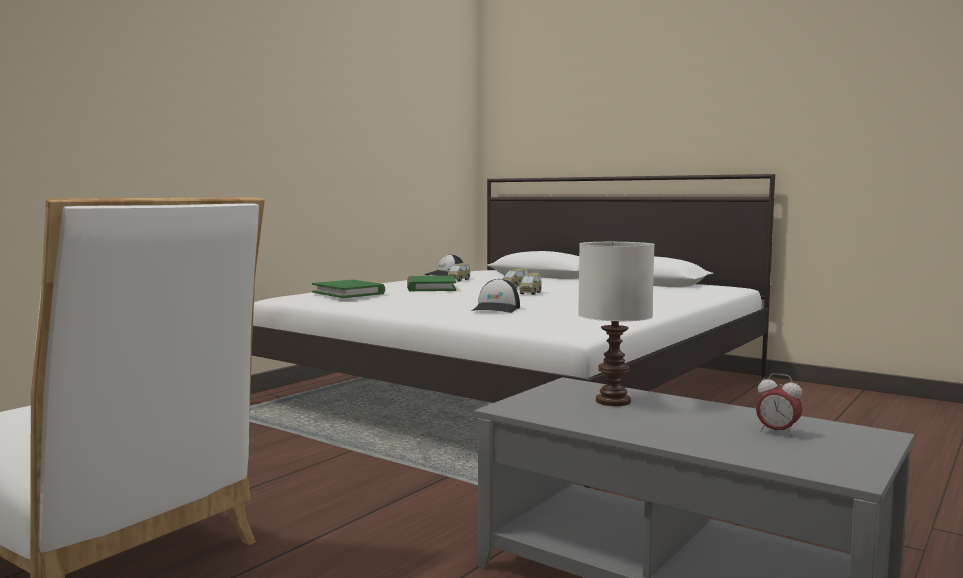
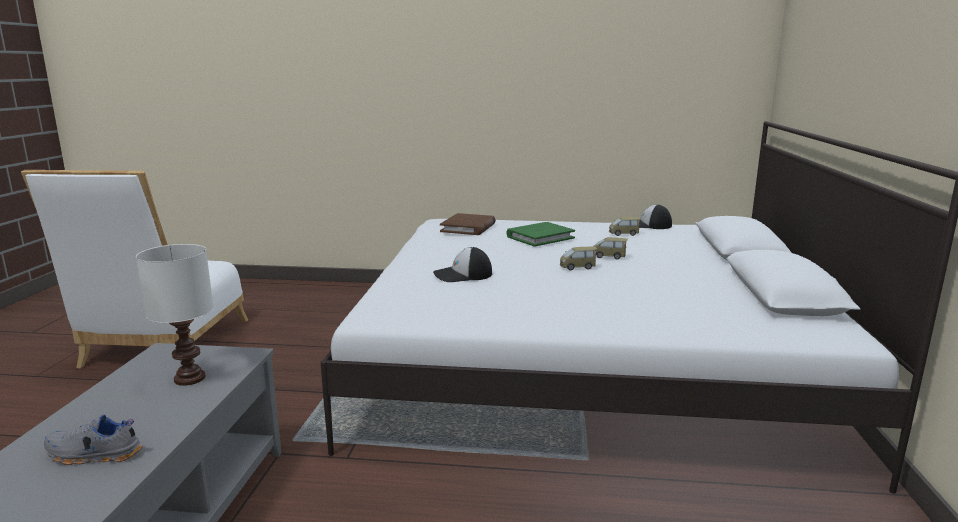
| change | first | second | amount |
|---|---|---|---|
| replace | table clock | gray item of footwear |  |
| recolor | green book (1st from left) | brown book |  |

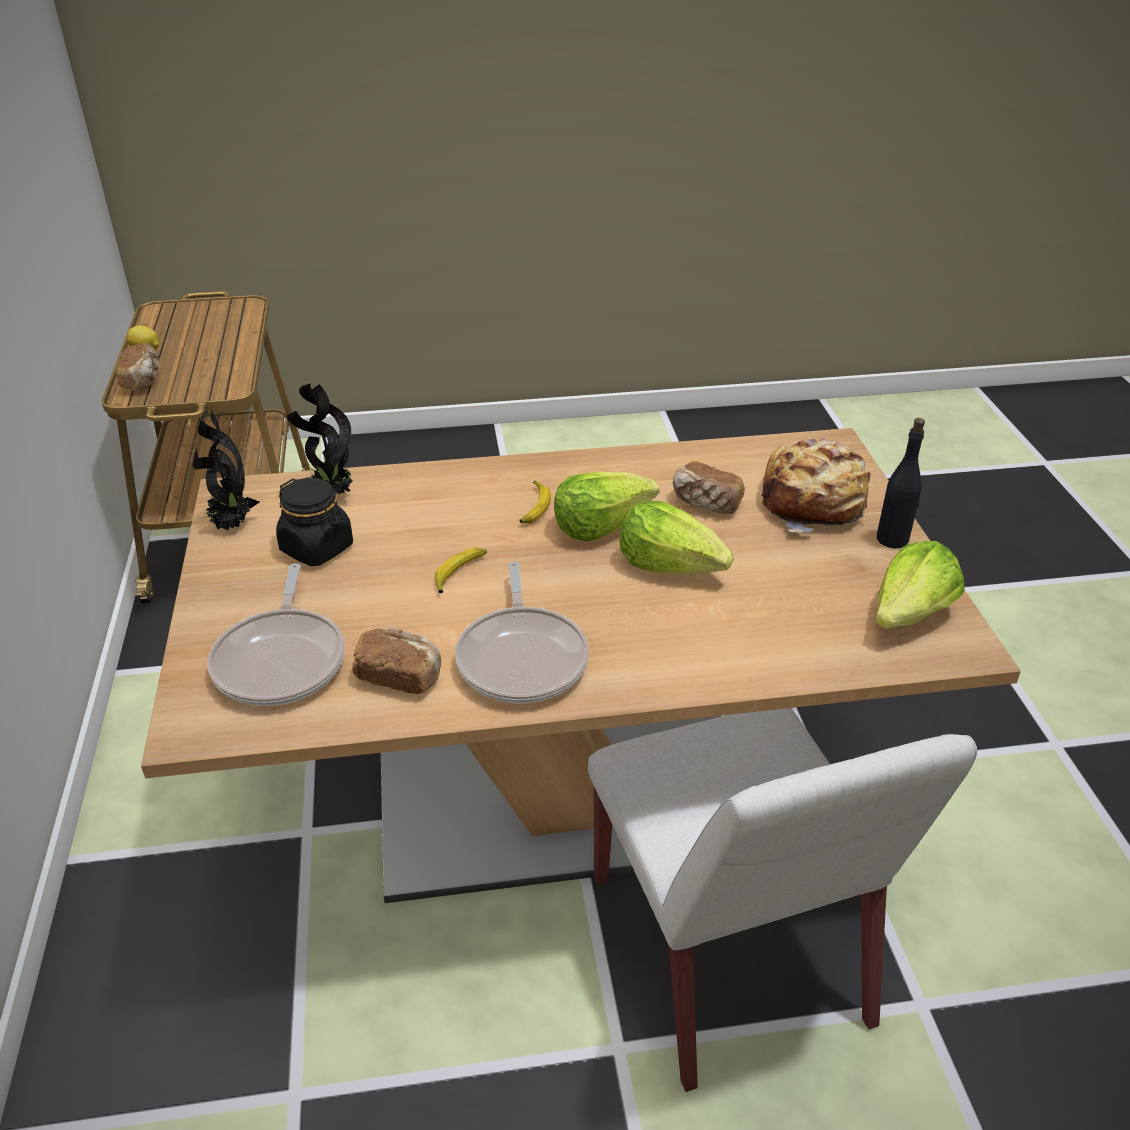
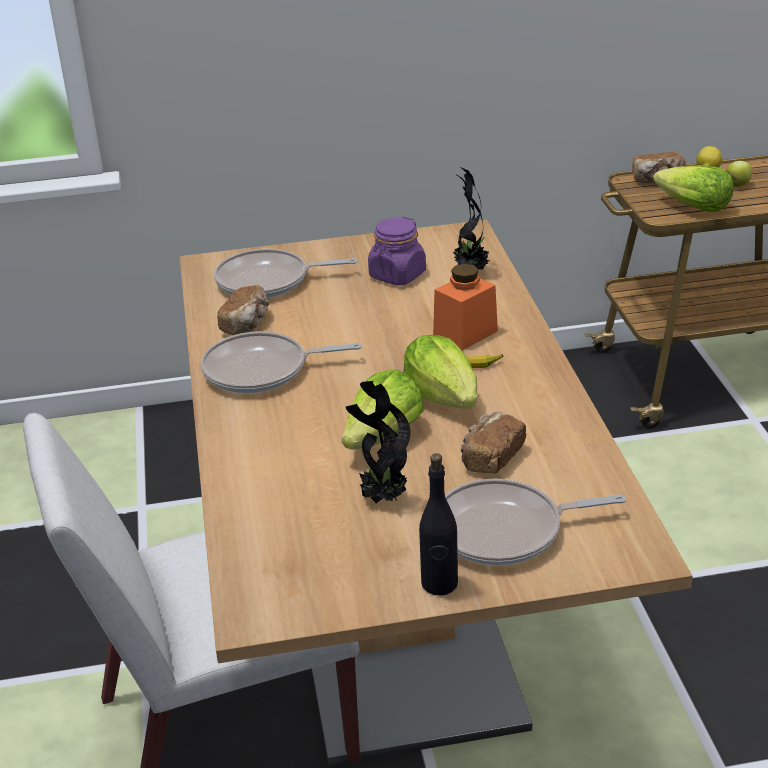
| change | first | second | amount |
|---|---|---|---|
| delete | whole banana (1st from left) |  |  |
| insert |  | orange-coloured storage jar |  |
| insert |  | apple |  |
| move | potted plant (1st from left) |  |  |
| move | lettuce head (3rd from left) |  |  |
| replace | baked bread (4th from left) | pan (3rd from left) |  |
| recolor | black storage jar | purple storage jar |  |

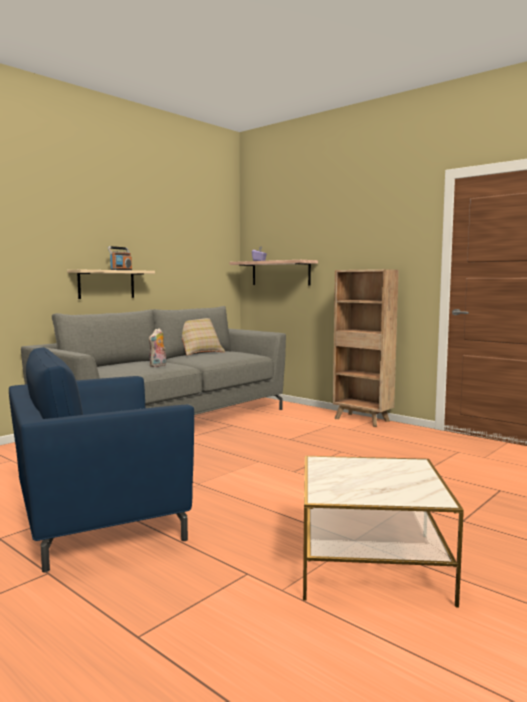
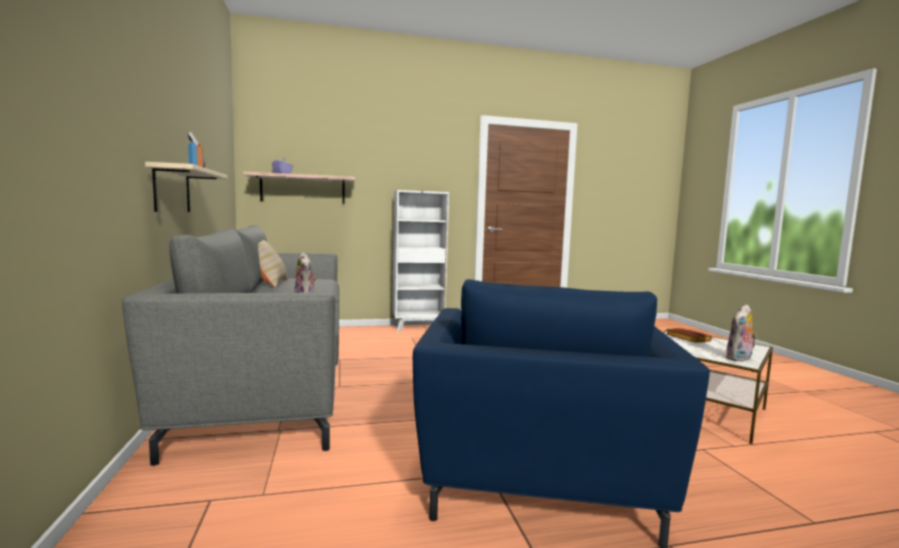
| change | first | second | amount |
|---|---|---|---|
| insert |  | brown book |  |
| insert |  | plush toy (2nd from left) |  |
| recolor | brown shelving unit | white-coloured shelving unit |  |

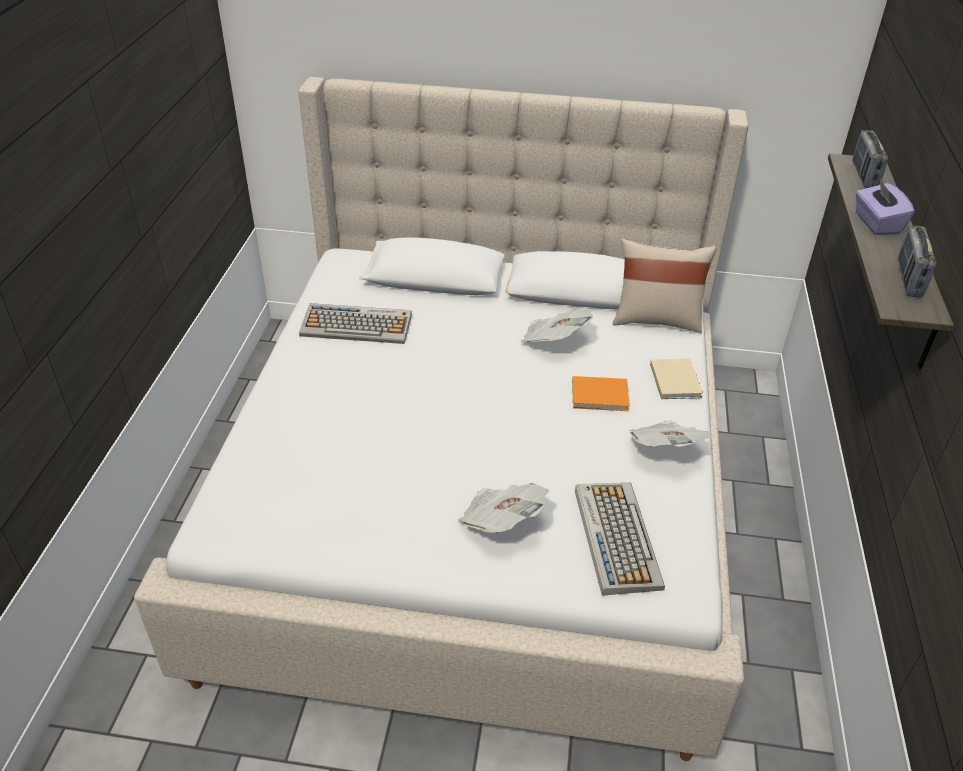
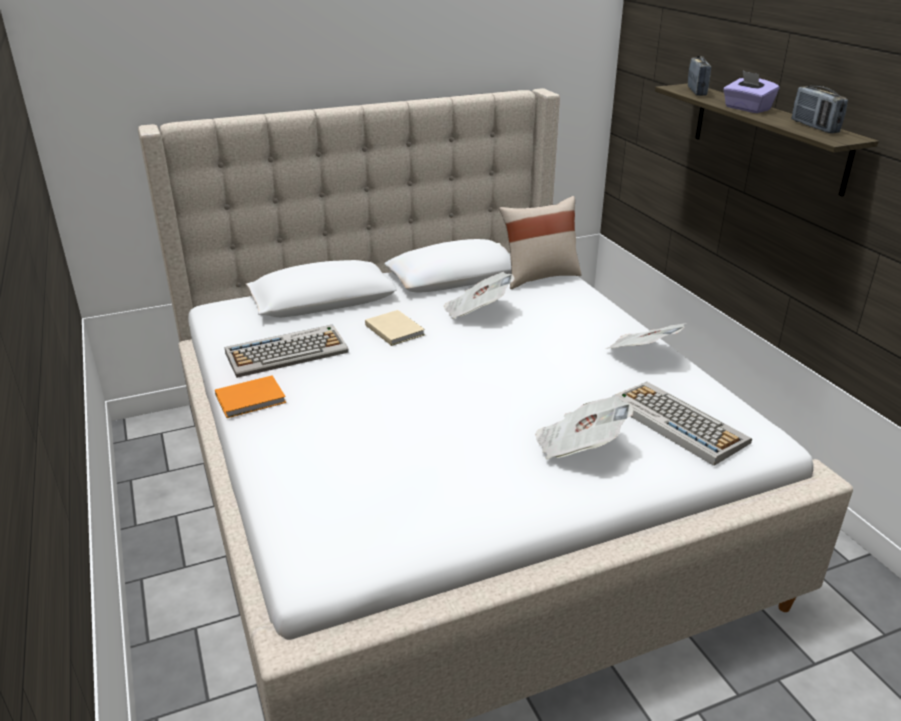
| change | first | second | amount |
|---|---|---|---|
| move | orange-coloured book |  |  |
| move | beige book |  |  |
| rotate | radio set (1st from left) |  | 150 degrees counterclockwise |

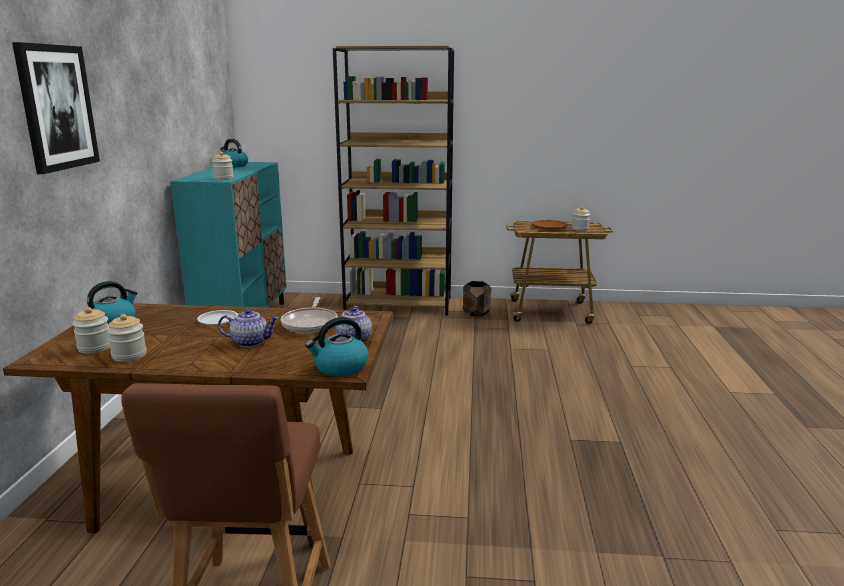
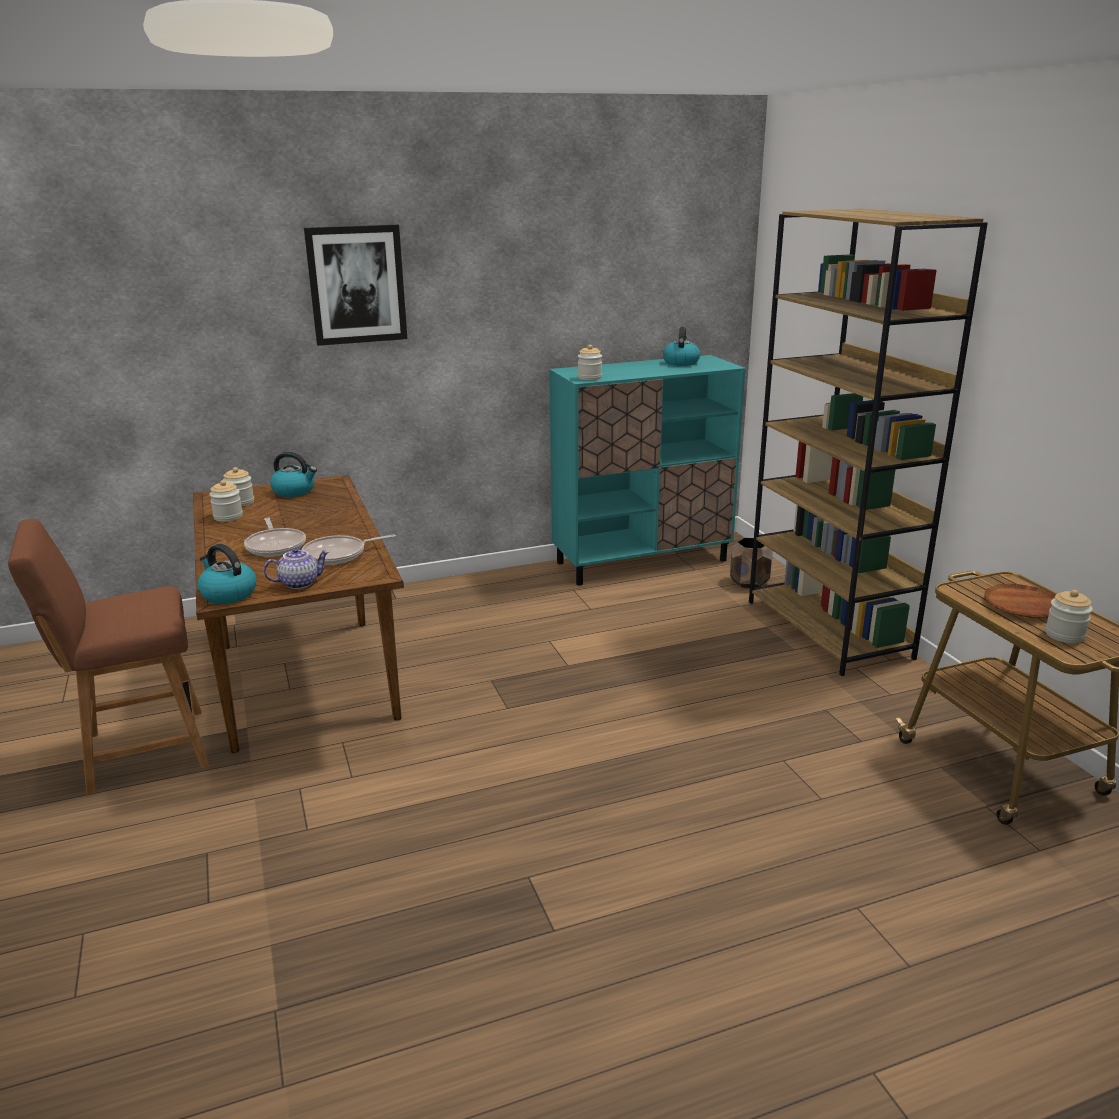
| change | first | second | amount |
|---|---|---|---|
| delete | white-coloured flat dish |  |  |
| move | brown plant pot |  |  |
| replace | pot for tea (1st from left) | pan (1st from left) |  |

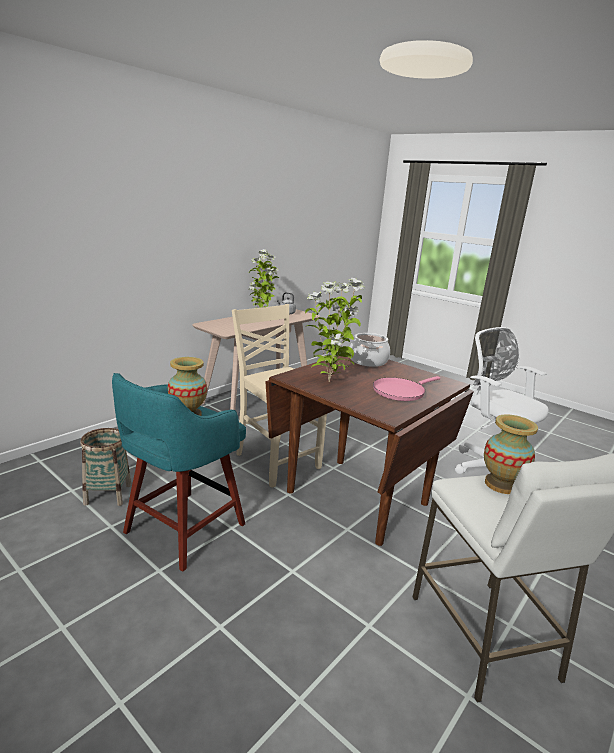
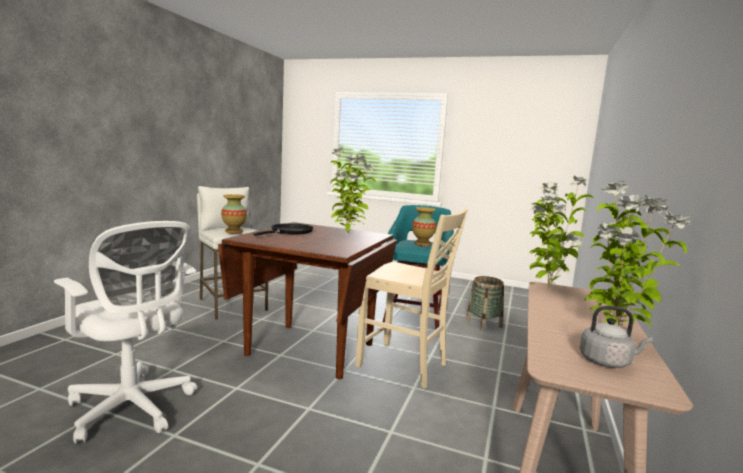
| change | first | second | amount |
|---|---|---|---|
| delete | cooking pot |  |  |
| insert |  | potted plant (2nd from left) |  |
| recolor | pink pan | black pan |  |

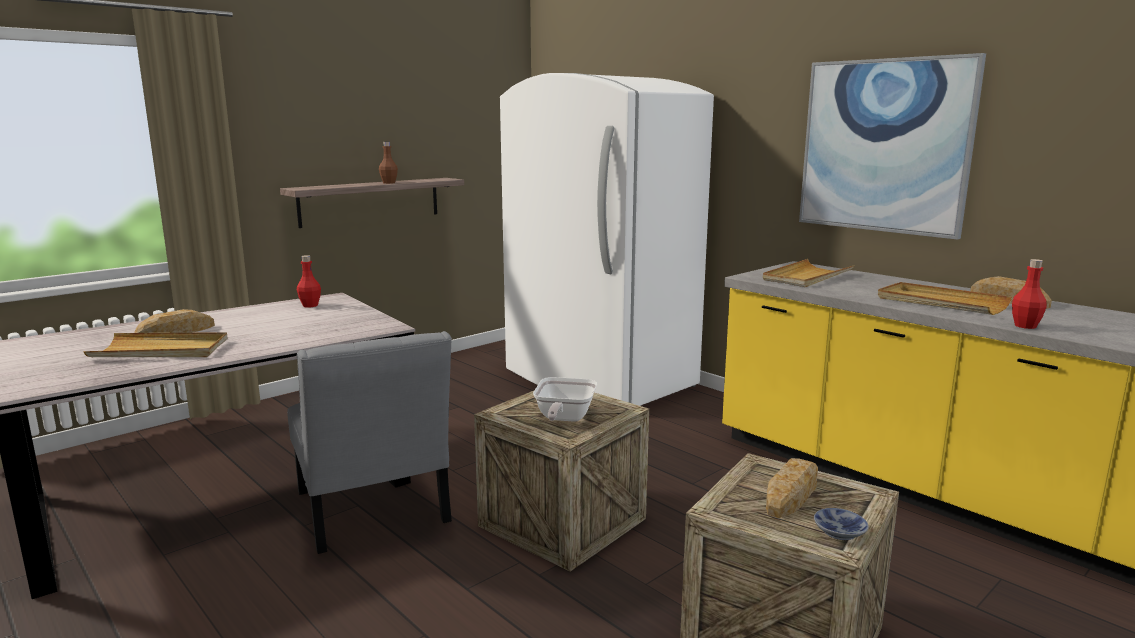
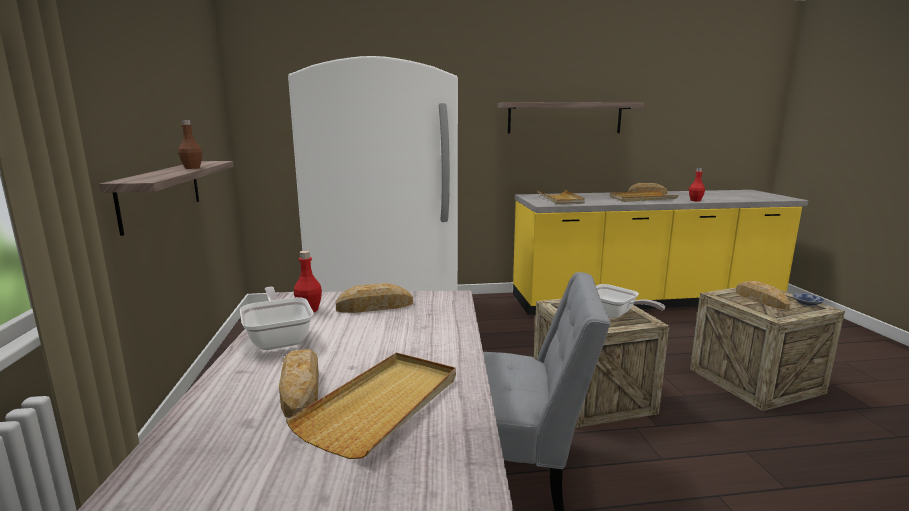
| change | first | second | amount |
|---|---|---|---|
| insert |  | pan (1st from left) |  |
| insert |  | baked bread (2nd from left) |  |
| replace | picture | bracket shelf (2nd from left) |  |

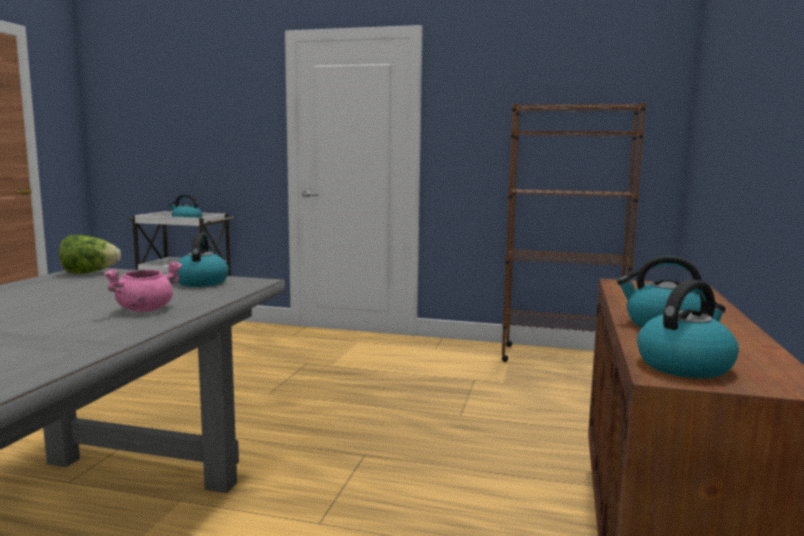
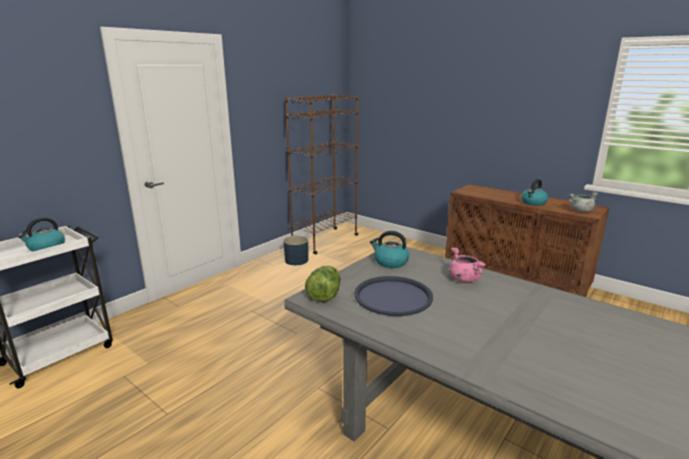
| change | first | second | amount |
|---|---|---|---|
| insert |  | blue-coloured plant pot |  |
| insert |  | blue-coloured serving tray |  |
| replace | water kettle (4th from left) | gray cooking pot |  |

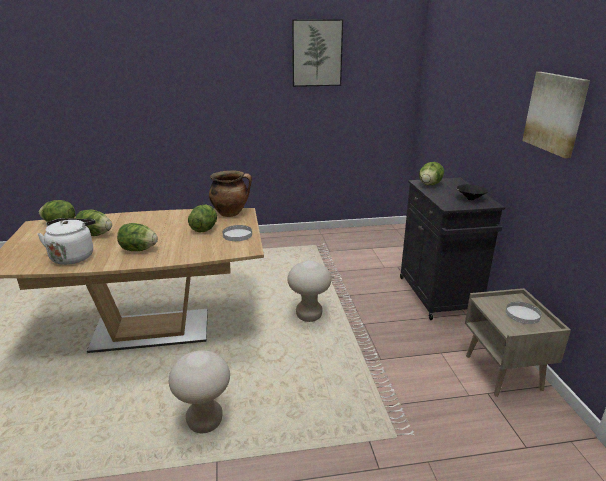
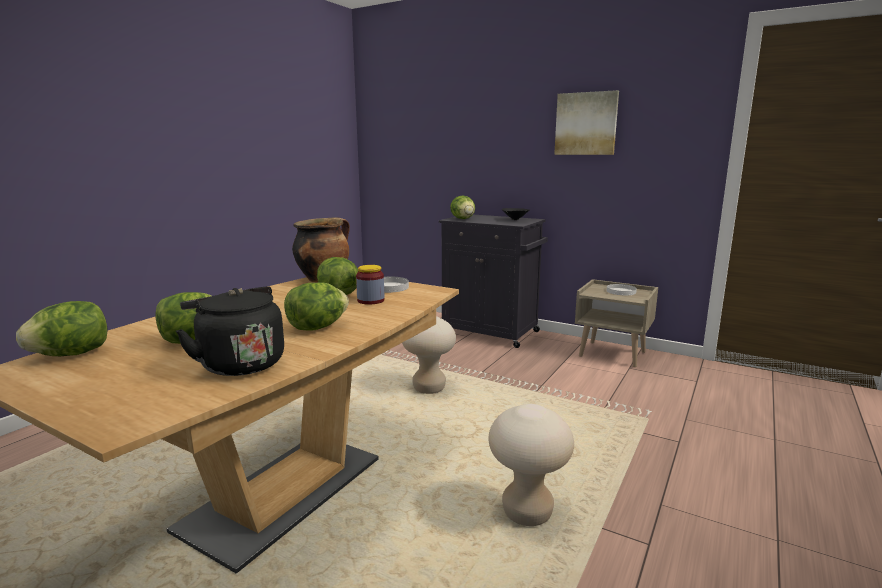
| change | first | second | amount |
|---|---|---|---|
| delete | picture (1st from left) |  |  |
| insert |  | storage jar |  |
| recolor | white-coloured water kettle | black water kettle |  |

